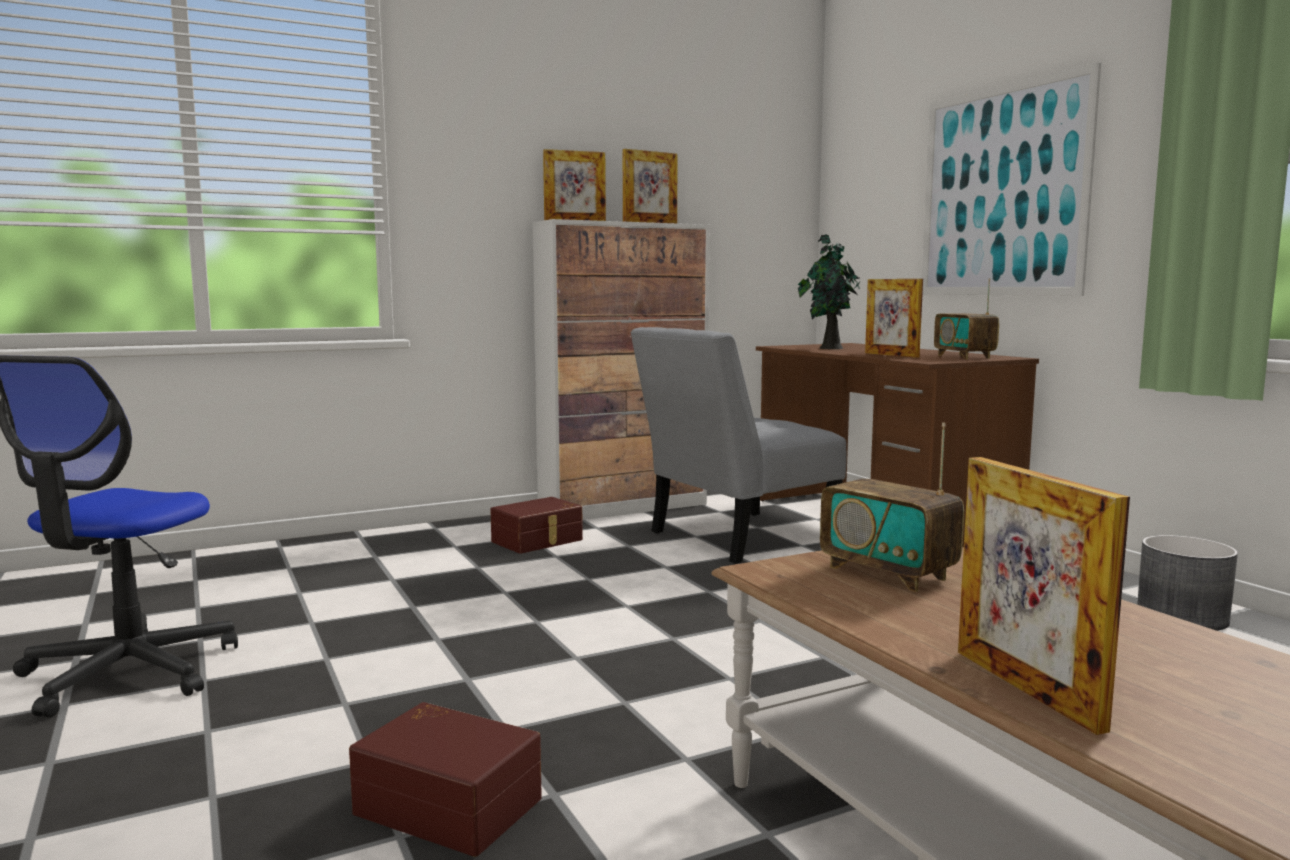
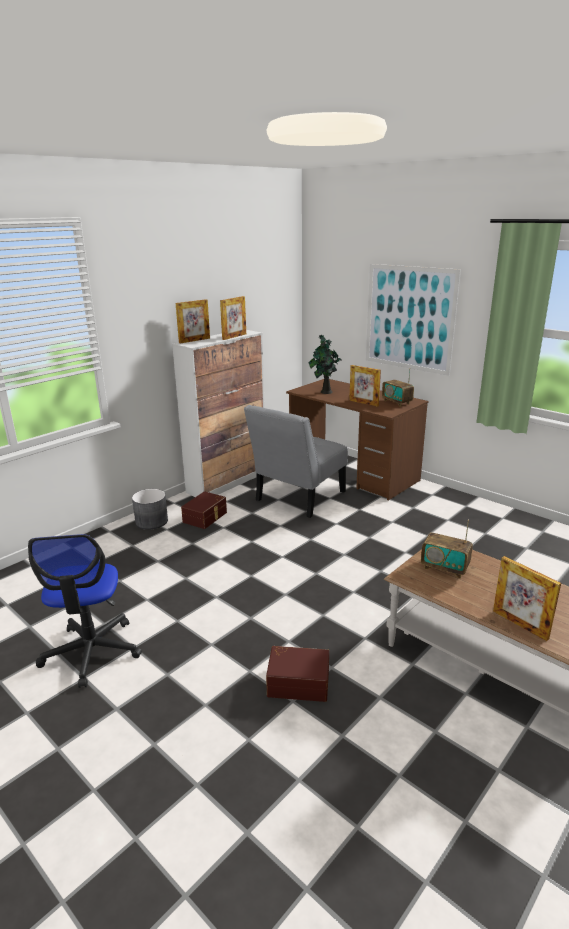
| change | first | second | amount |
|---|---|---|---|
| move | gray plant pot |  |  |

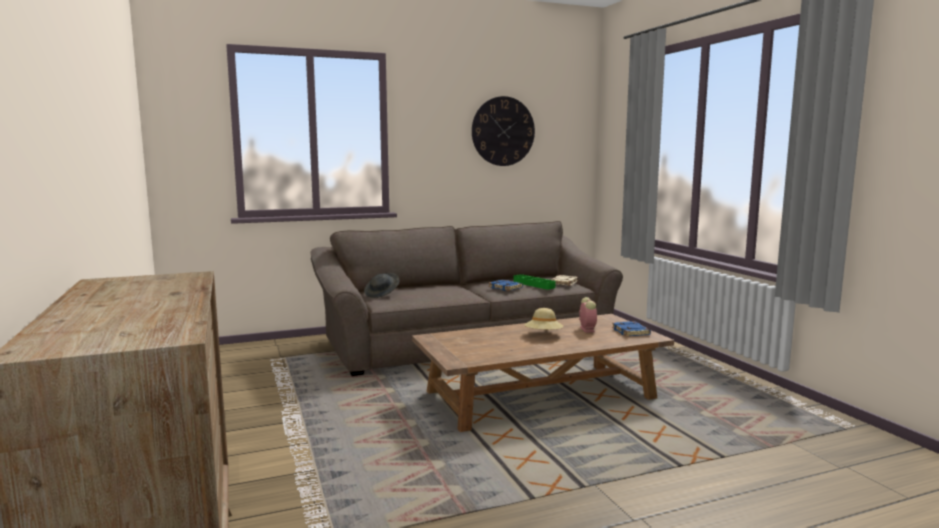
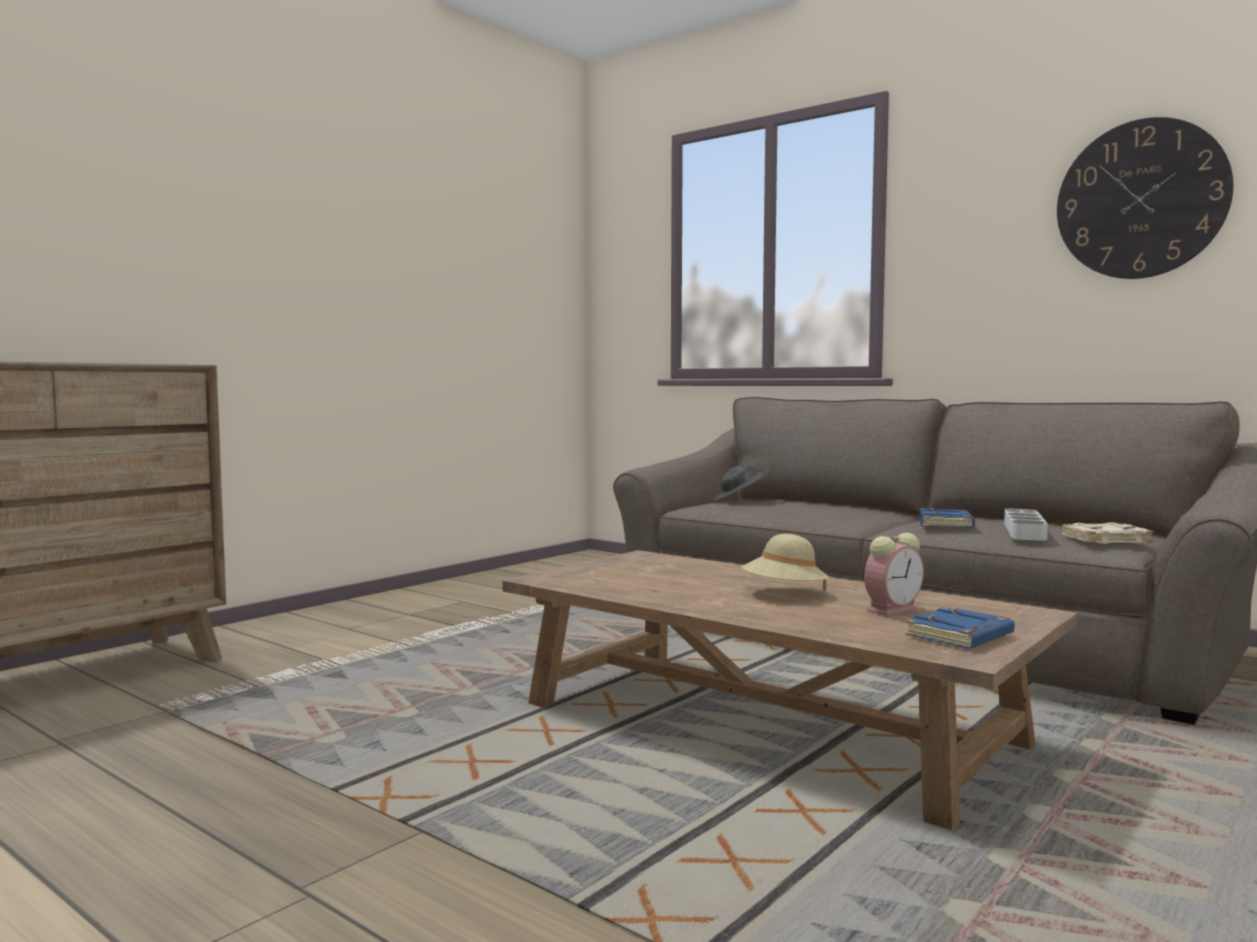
| change | first | second | amount |
|---|---|---|---|
| recolor | green serving tray | gray serving tray |  |

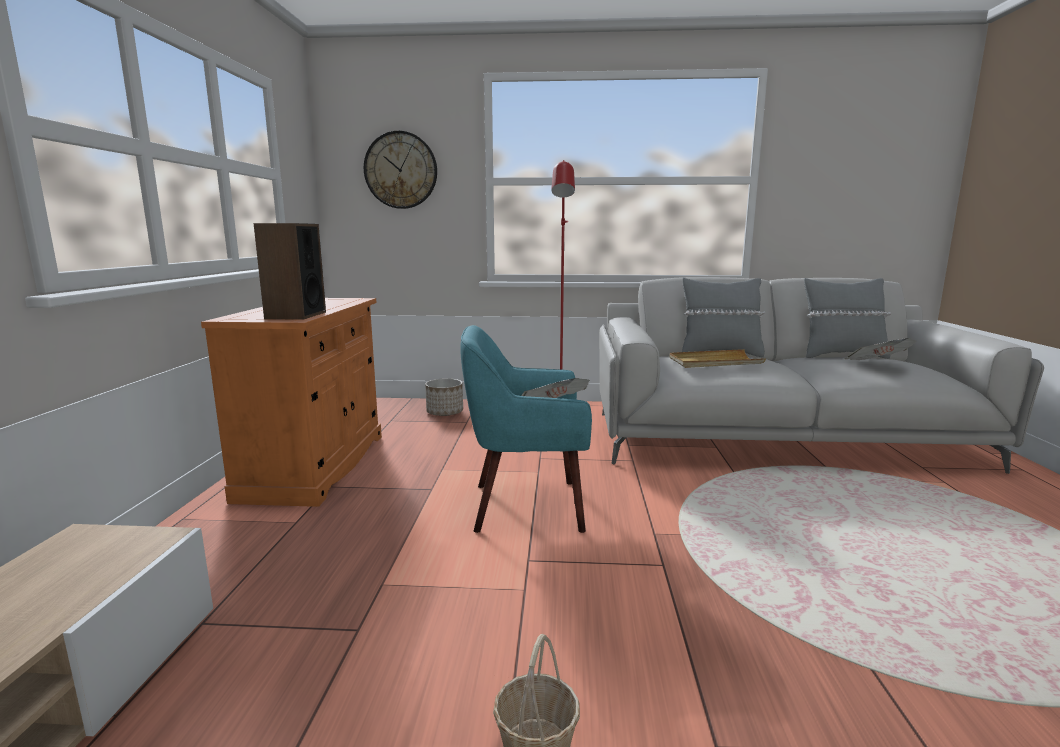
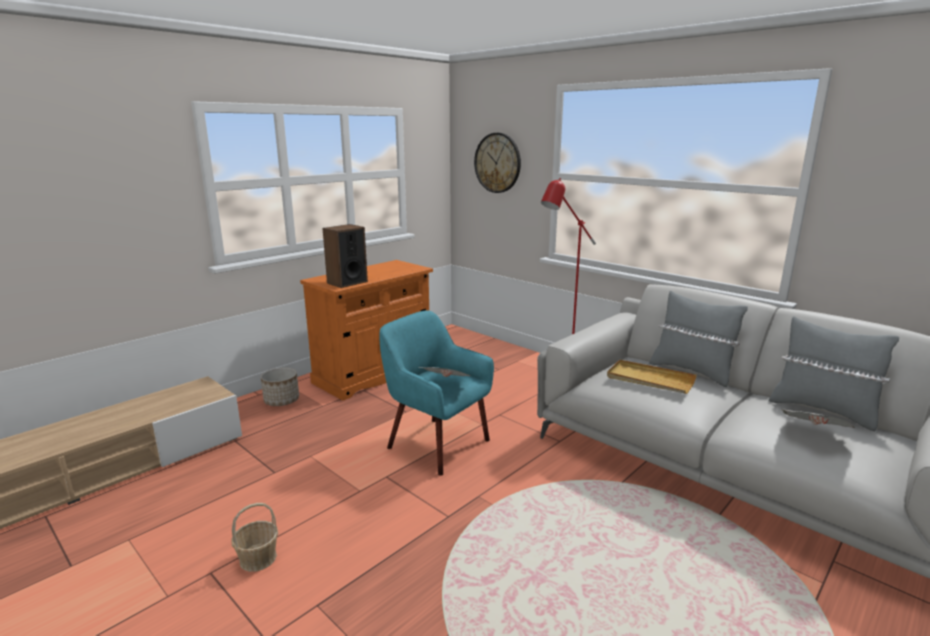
| change | first | second | amount |
|---|---|---|---|
| move | plant pot |  |  |

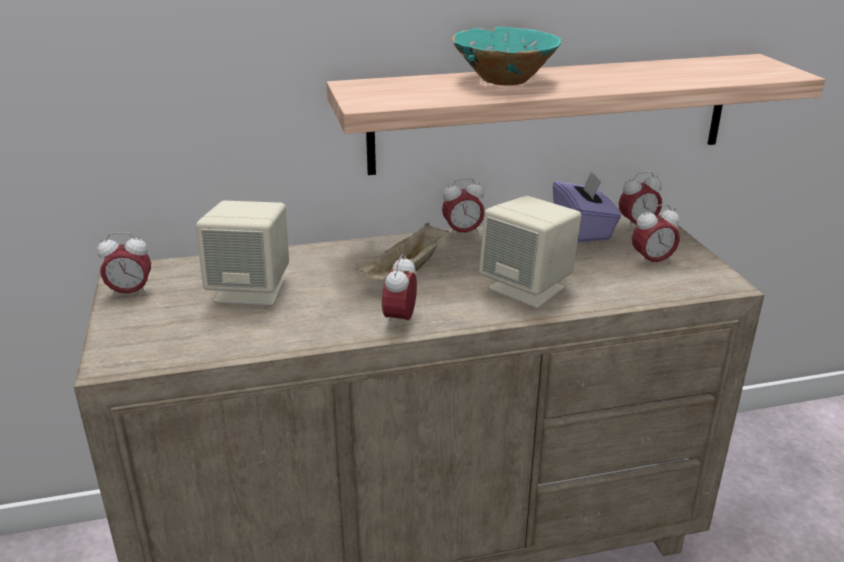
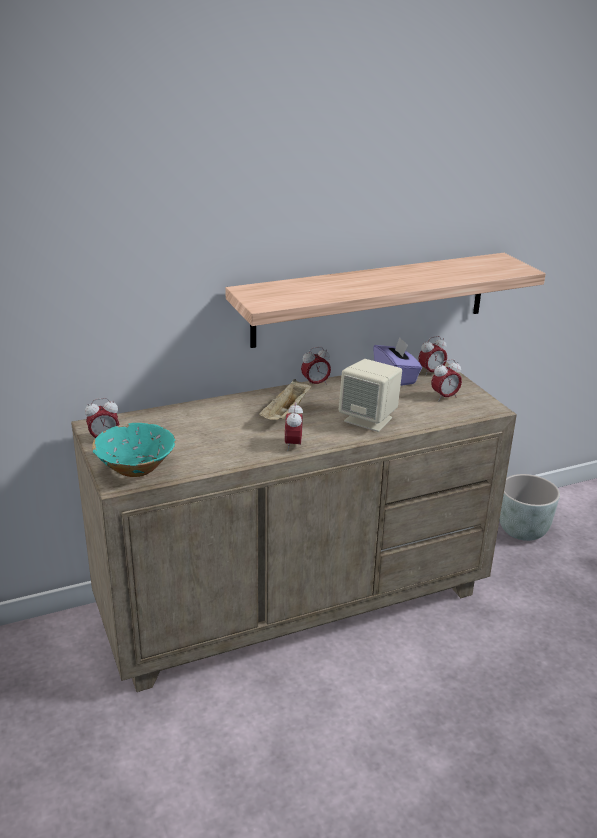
| change | first | second | amount |
|---|---|---|---|
| delete | beige speaker (1st from left) |  |  |
| insert |  | gray plant pot |  |
| move | turquoise serving bowl |  |  |

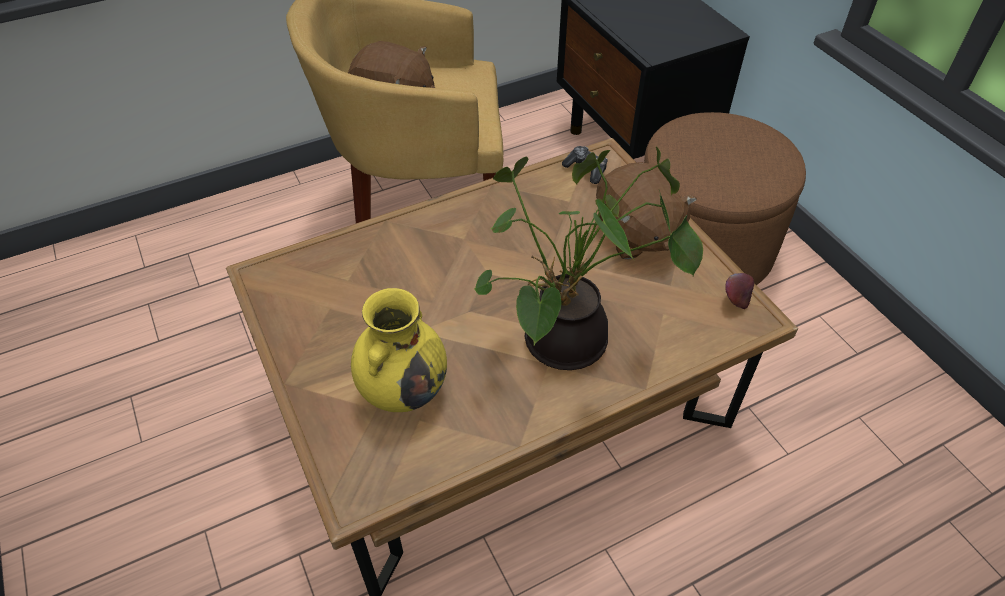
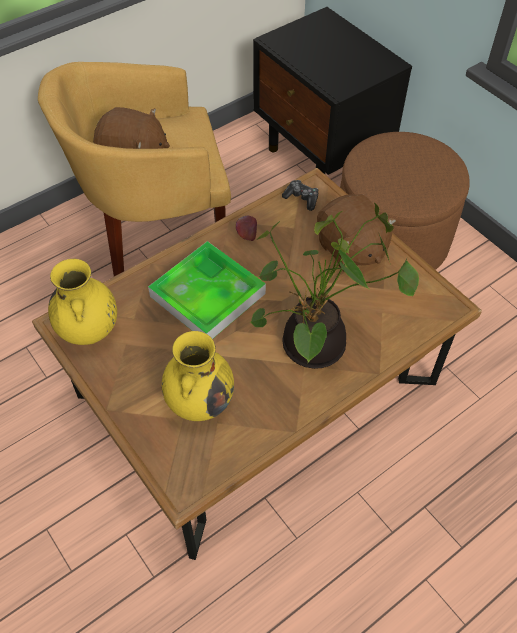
| change | first | second | amount |
|---|---|---|---|
| insert |  | yellowish decorative vase (1st from left) |  |
| insert |  | serving tray |  |
| move | apple |  |  |

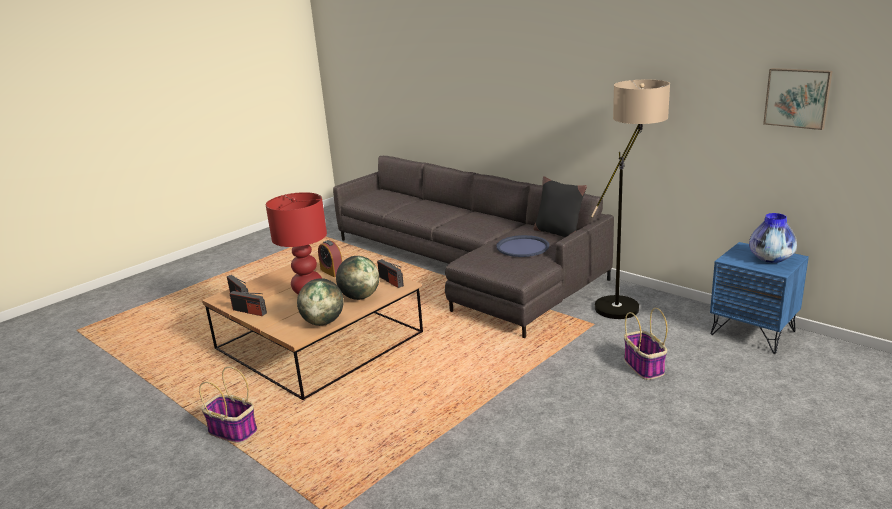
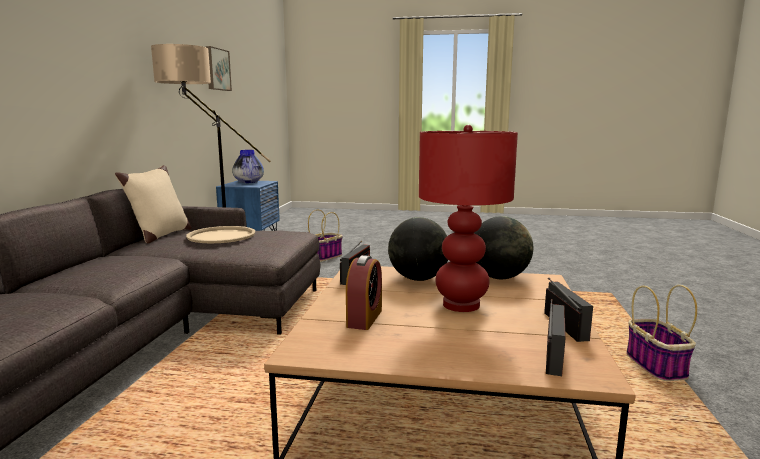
| change | first | second | amount |
|---|---|---|---|
| recolor | blue-coloured serving tray | beige serving tray |  |
| recolor | black throw pillow | beige throw pillow |  |

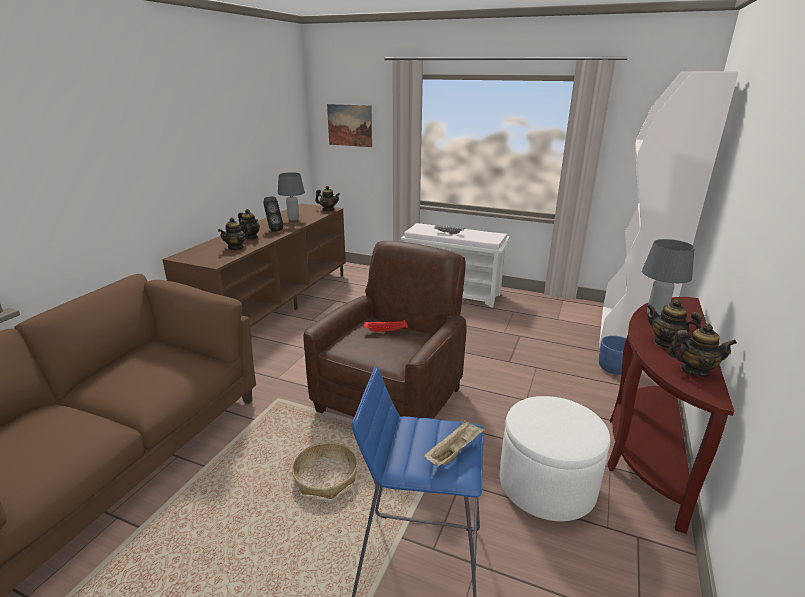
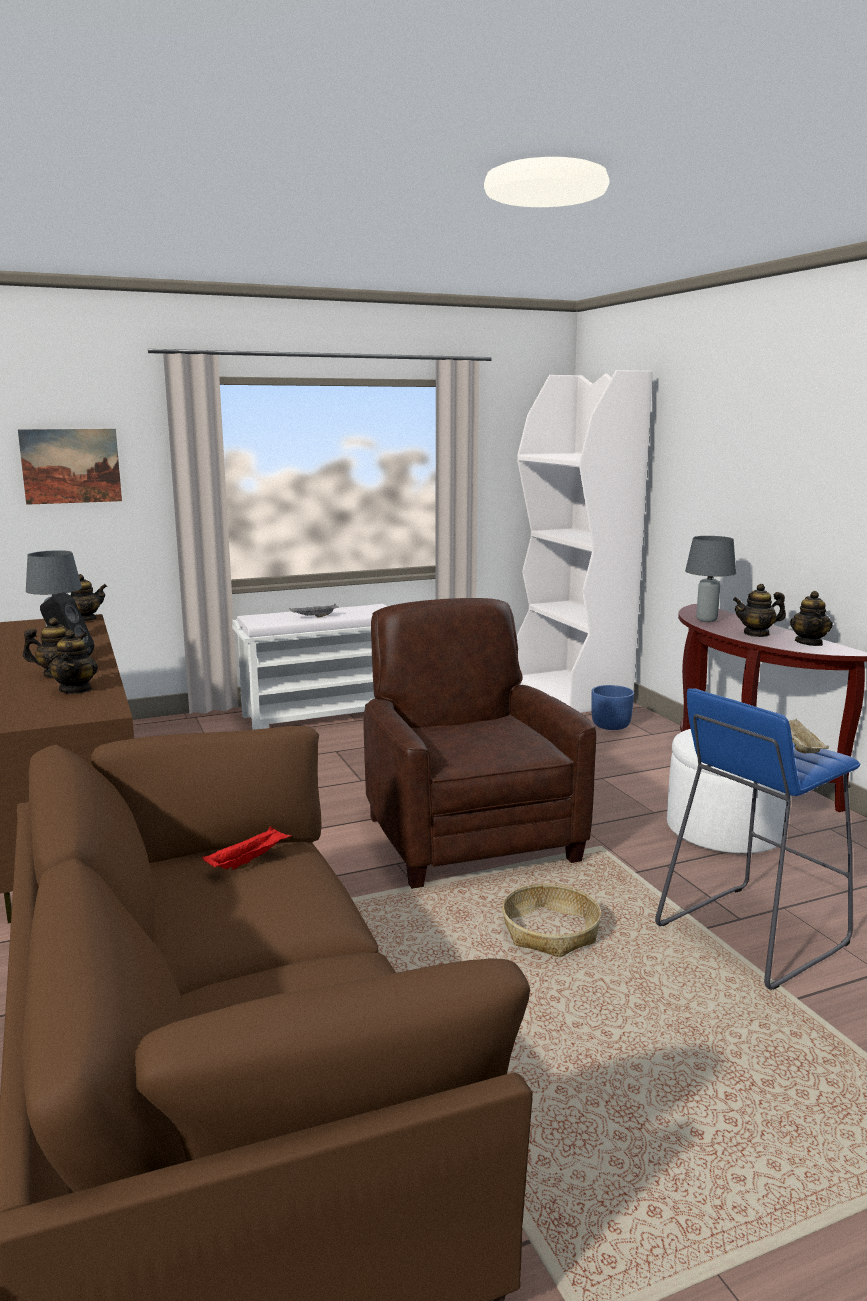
| change | first | second | amount |
|---|---|---|---|
| move | red serving tray |  |  |
| rotate | pot for tea (5th from left) |  | 135 degrees clockwise |

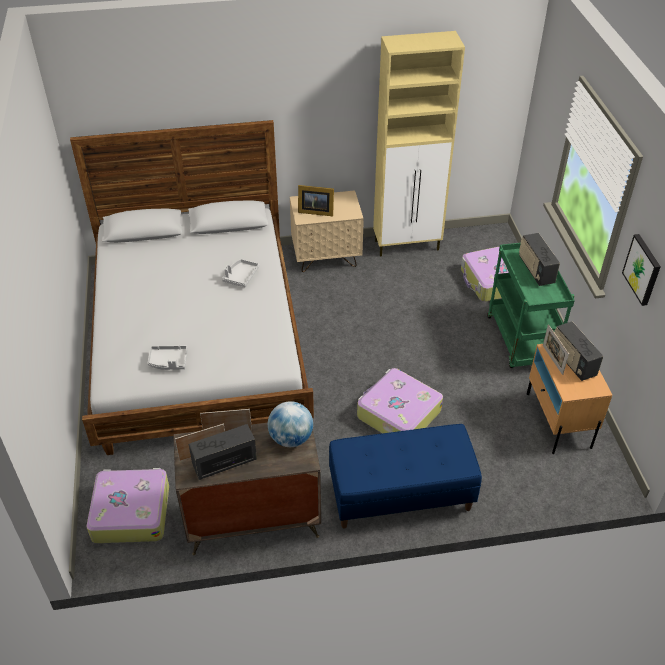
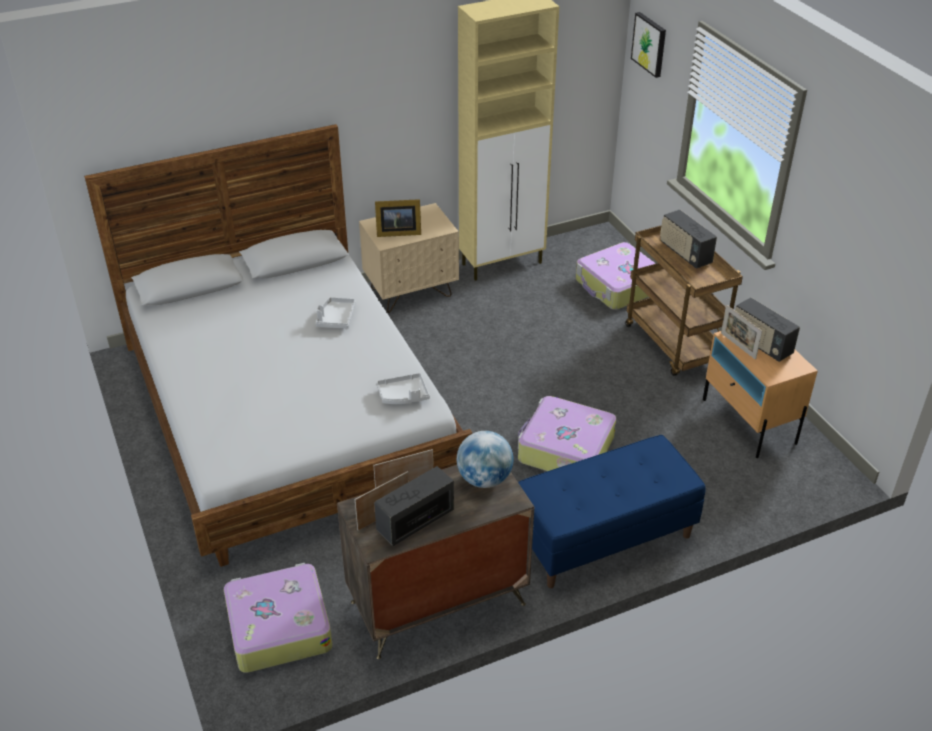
| change | first | second | amount |
|---|---|---|---|
| move | gray serving tray (1st from left in the first image) | gray serving tray (2nd from left) |  |
| move | picture |  |  |
| recolor | green trolley | brown trolley |  |

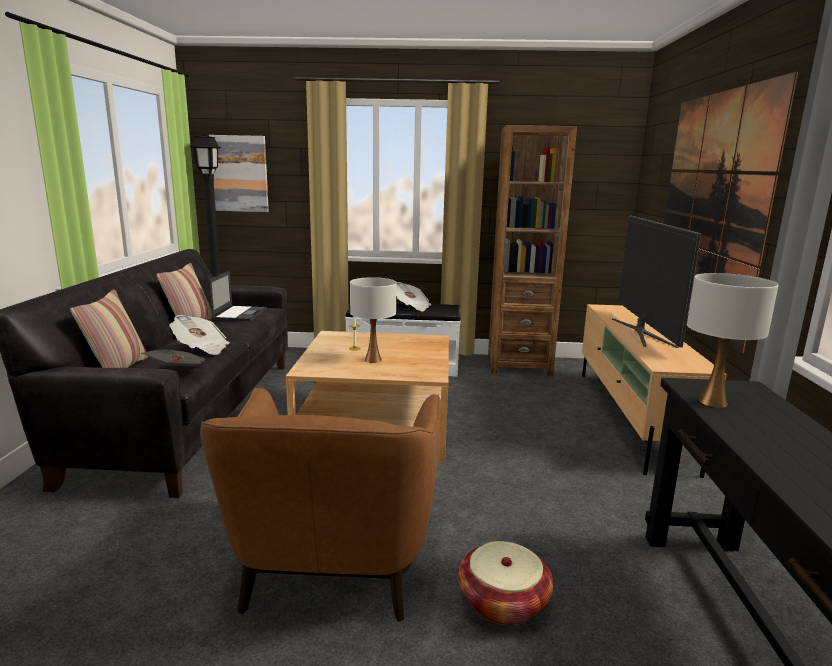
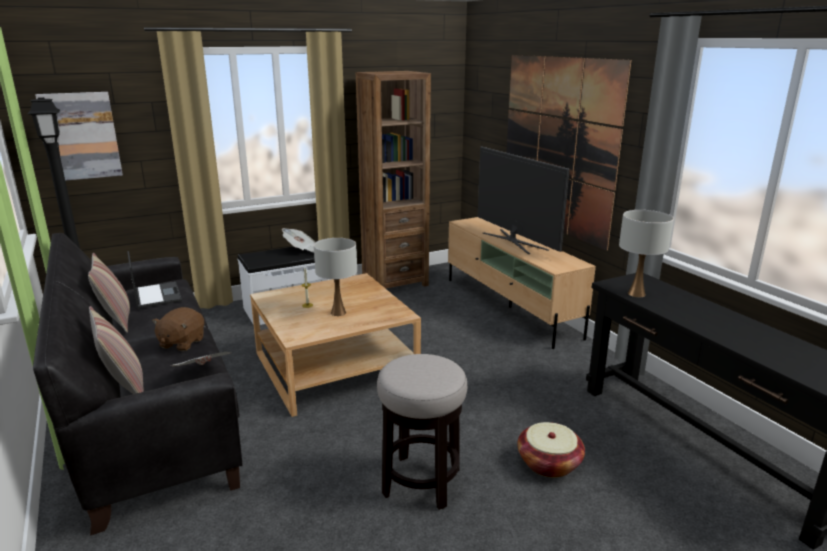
| change | first | second | amount |
|---|---|---|---|
| replace | printed paper (2nd from left) | brown plush toy |  |
| replace | brown armchair | stool |  |

